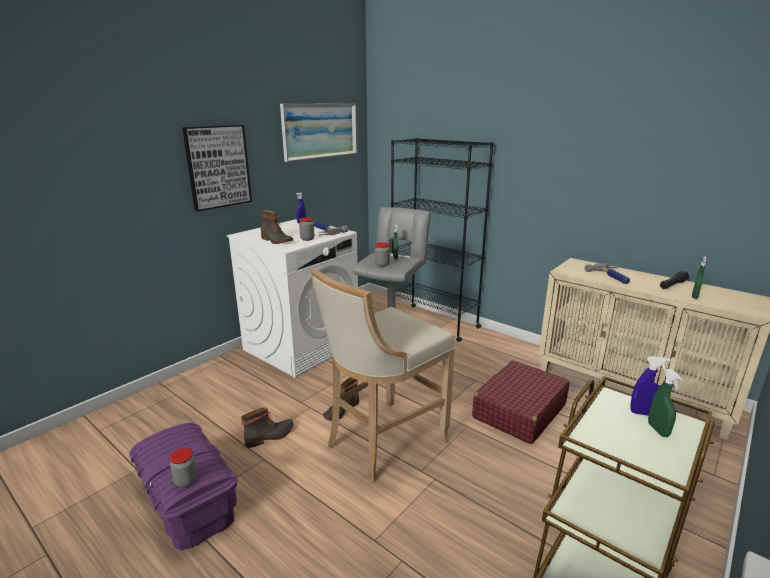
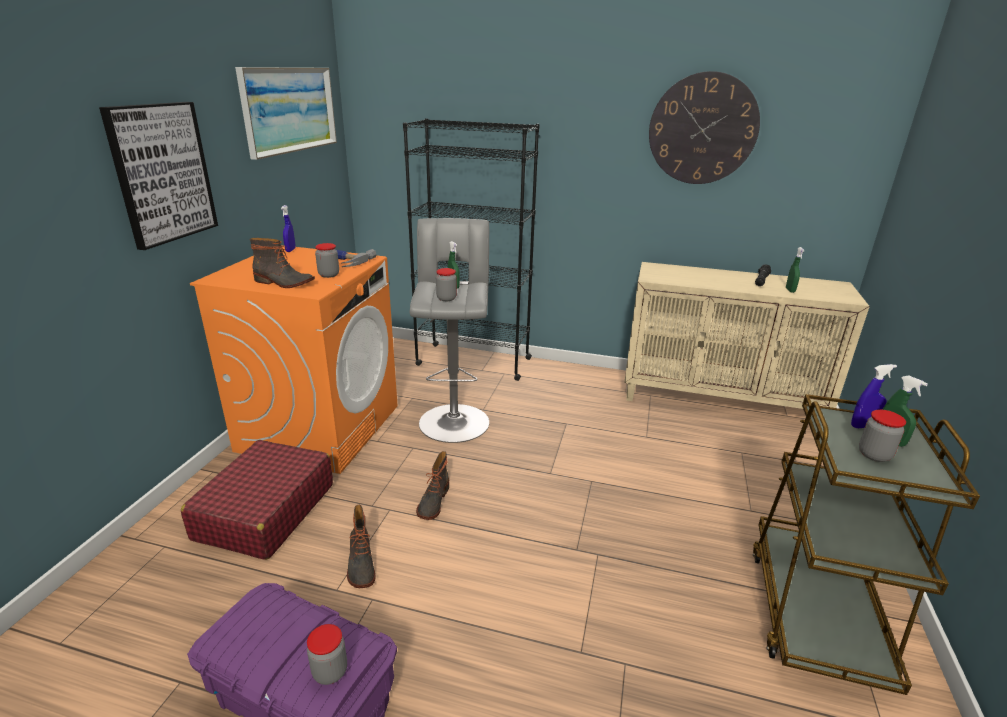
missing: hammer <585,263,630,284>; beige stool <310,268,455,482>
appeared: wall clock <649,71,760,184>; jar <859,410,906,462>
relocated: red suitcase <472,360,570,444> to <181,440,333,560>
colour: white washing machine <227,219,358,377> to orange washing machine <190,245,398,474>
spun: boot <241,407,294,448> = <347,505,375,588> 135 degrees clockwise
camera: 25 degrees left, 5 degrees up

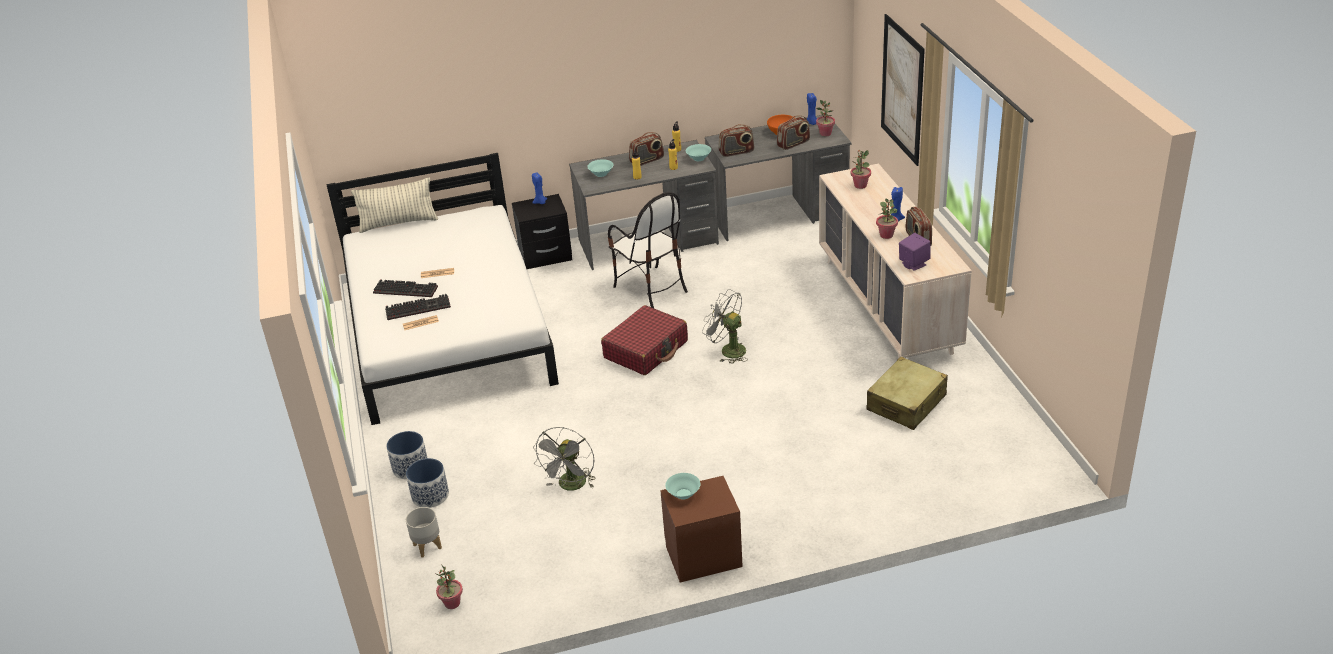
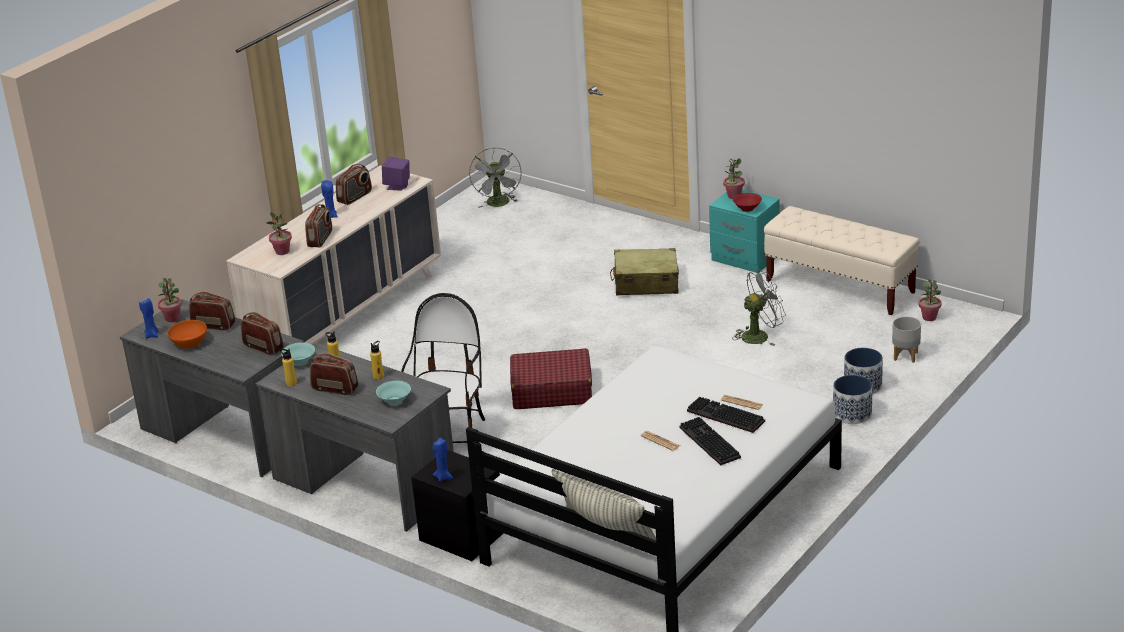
missing: picture <881,14,925,166>
appeared: radio <305,204,332,247>; beige bench <764,206,919,315>
relocated: potted plant <876,199,898,239> to <723,158,745,199>; grey fan <702,289,748,364> to <469,147,522,208>; beige suitcase <866,357,948,430> to <610,248,679,295>
colour: turquoise bowl <665,473,700,500> to red bowl <733,193,762,212>; brown nightstand <660,476,743,583> to turquoise nightstand <709,190,780,273>
camera: 130 degrees left, 5 degrees down

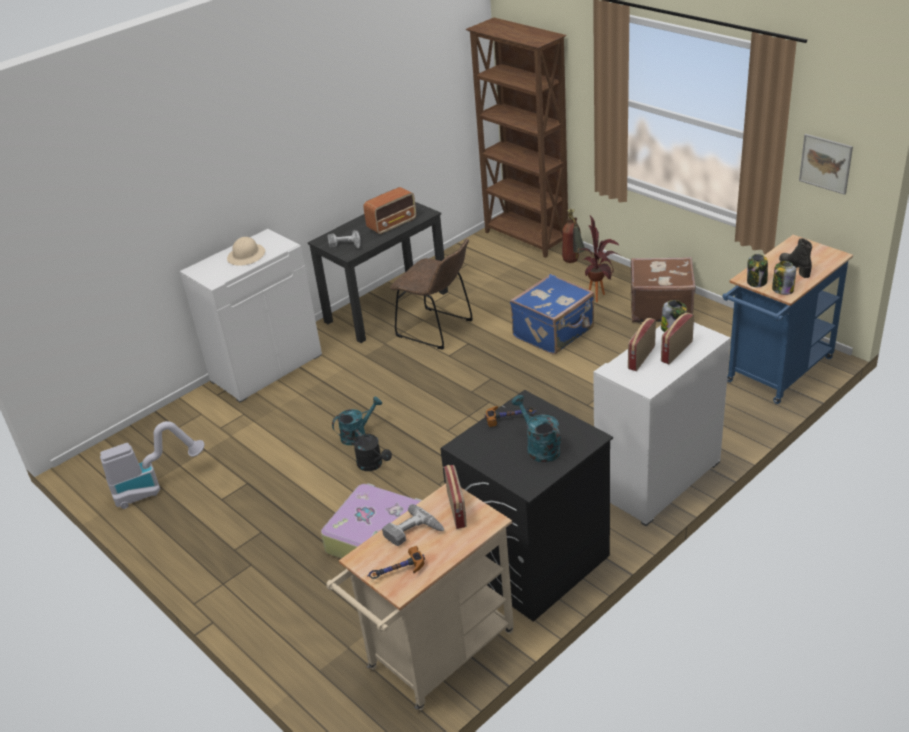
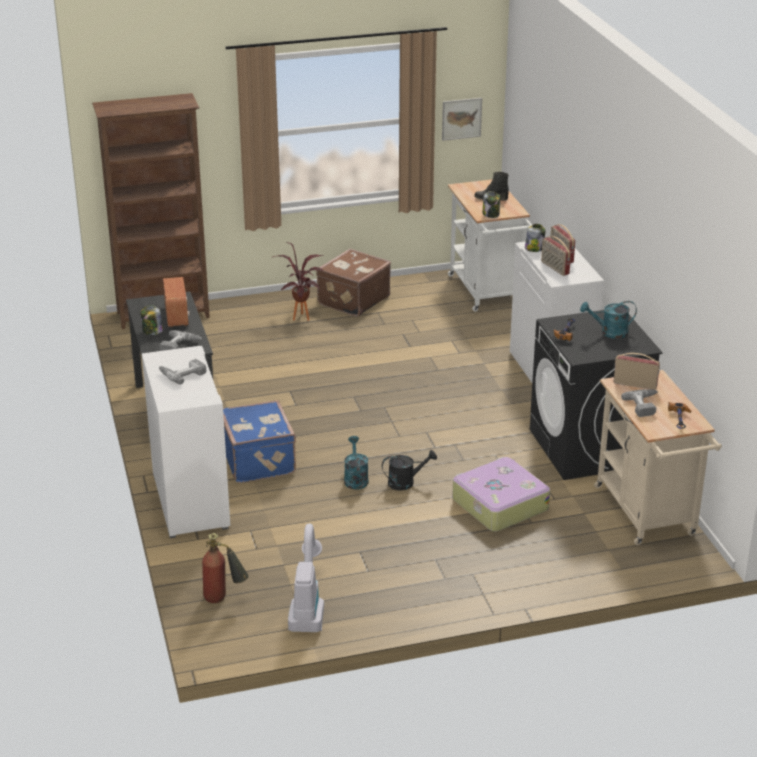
missing: brown chair <390,239,473,350>
relocated: fire extinguisher <562,209,585,263> to <202,533,249,603>; jar <772,261,796,295> to <140,305,163,335>; blue suitcase <510,274,595,354> to <223,400,296,483>
exchanged: beige hard hat <227,237,265,266> to power drill <159,359,206,385>
colour: blue cart <722,235,853,404> to white cart <448,179,532,312>
camera: 65 degrees left, 5 degrees down

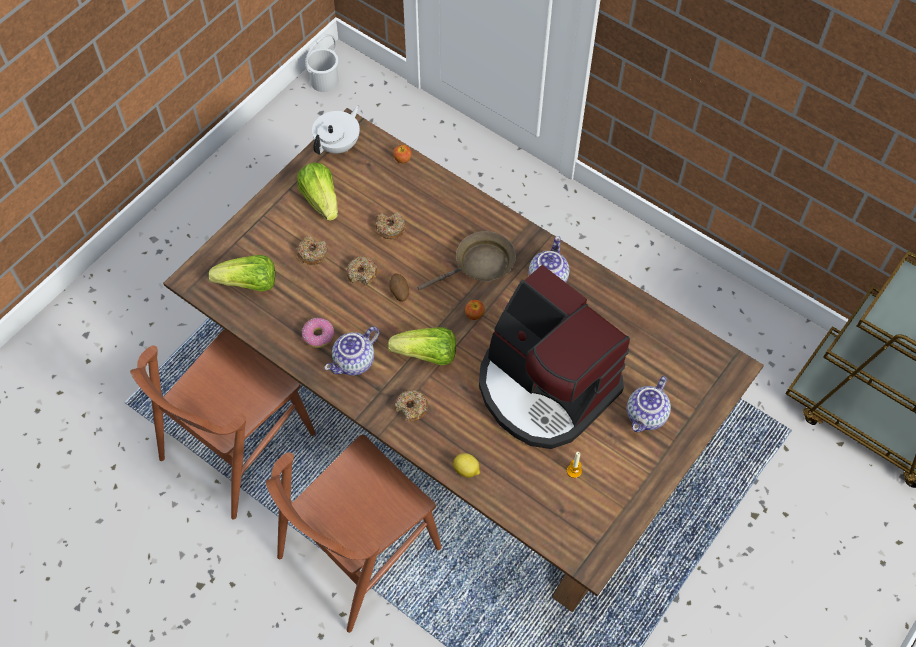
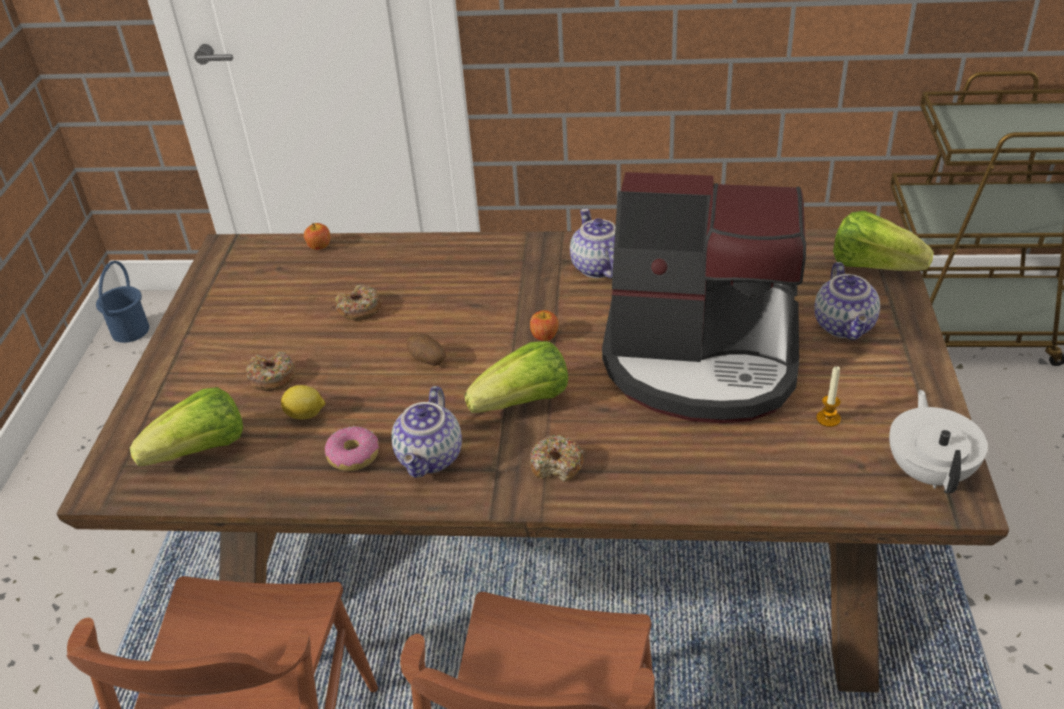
missing: brown frying pan <417,231,516,290>; donut <346,256,377,285>
relocated: white teapot <312,106,360,155> to <889,390,988,493>; lettuce <297,163,338,221> to <833,211,934,271>; lemon <453,453,480,478> to <281,385,325,419>
colour: white bucket <305,34,339,92> to blue bucket <96,261,149,343>
camera: 30 degrees left, 20 degrees down

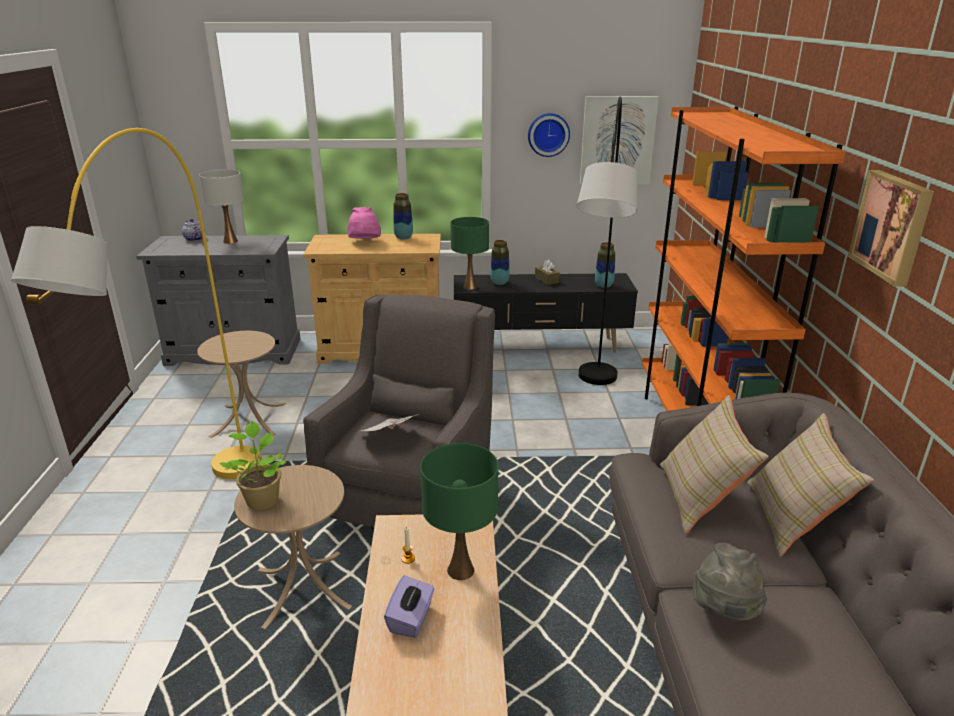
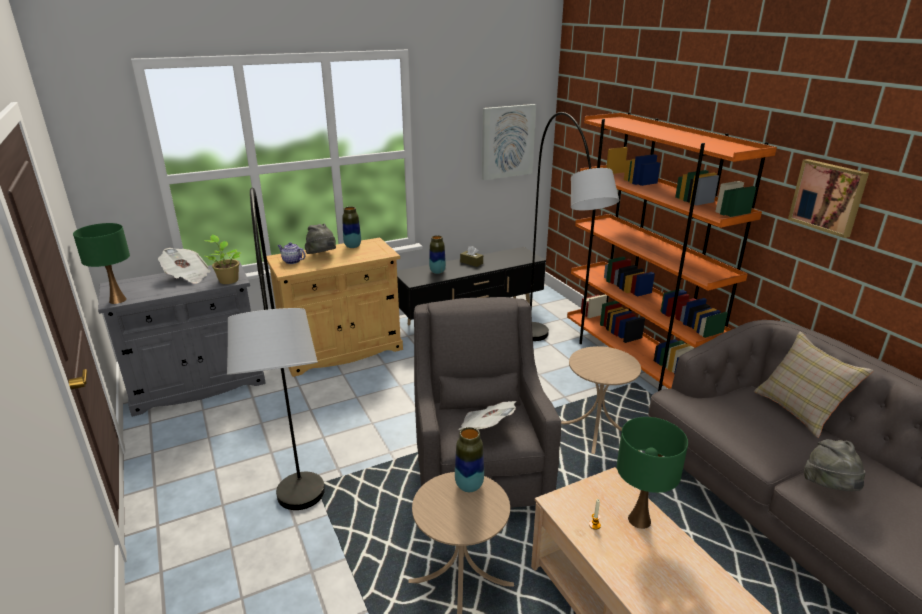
missing: wall clock <528,113,570,157>; beige pillow <660,395,769,534>; purple tissue box <384,575,435,638>
relocated: green table lamp <451,217,489,290> to <73,223,130,304>; teapot <182,219,205,241> to <277,242,305,264>; vase <595,242,615,288> to <455,427,484,492>; beige side table <197,331,286,438> to <561,346,641,454>; potted plant <220,421,286,510> to <204,235,241,284>
exchanged: white table lamp <199,169,244,244> to newspaper <158,248,211,284>
colour: yellow floor lamp <11,128,262,479> to grey floor lamp <227,188,325,510>; pink hat <347,207,381,239> to grey hat <305,224,336,254>
camera: 25 degrees left, 0 degrees up

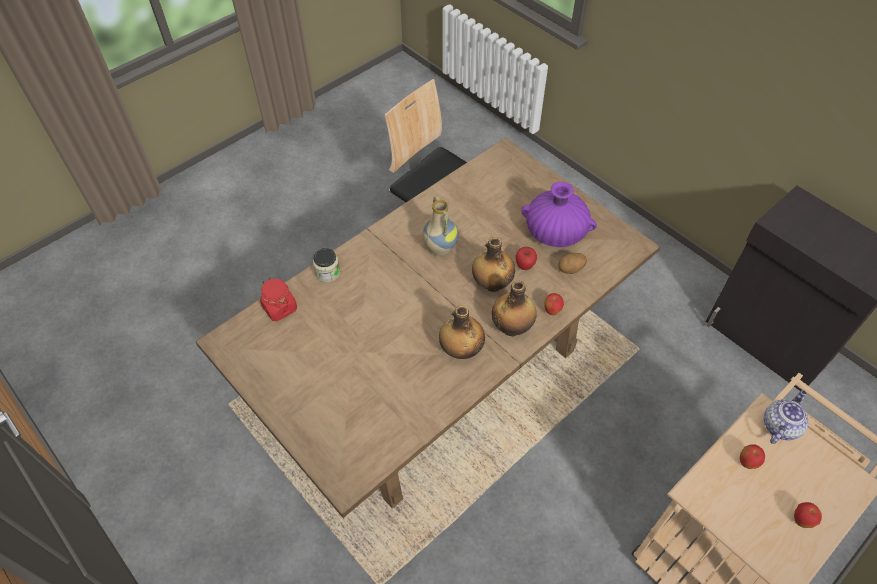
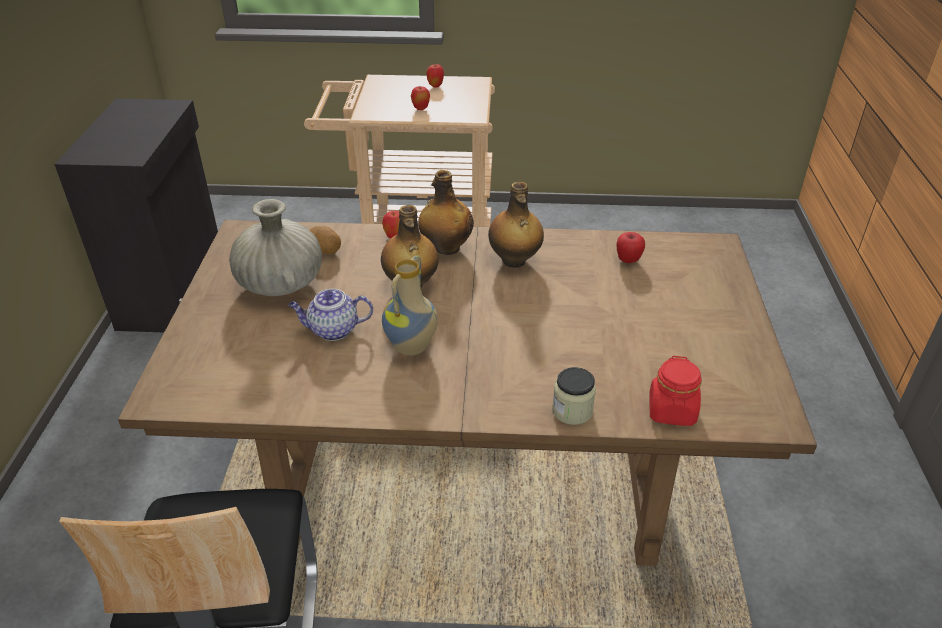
relocated: apple <516,247,537,270> to <616,232,645,263>; teapot <764,390,809,444> to <288,289,373,341>
colour: purple vase <521,182,597,247> to beige vase <229,199,322,296>
camera: 135 degrees left, 15 degrees down

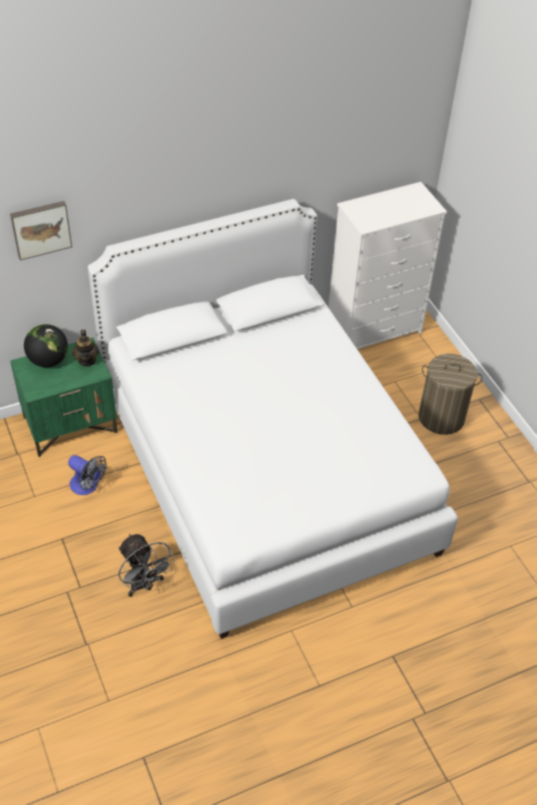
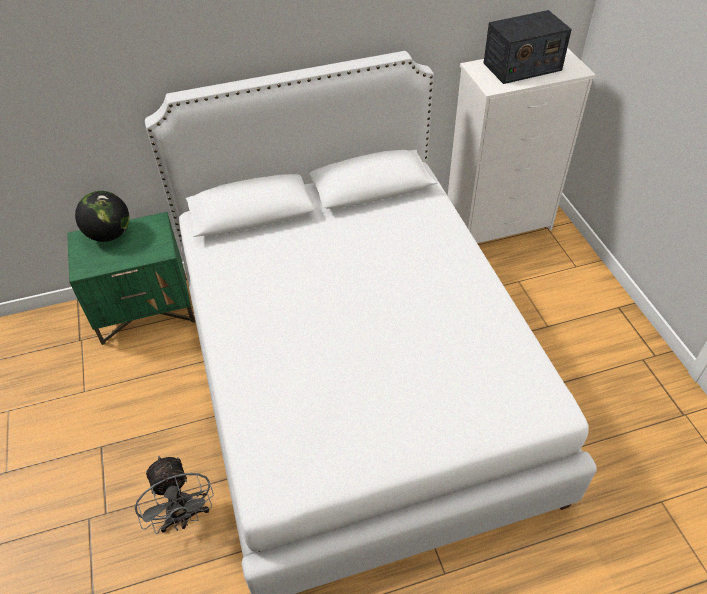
missing: picture <10,201,72,260>; teapot <72,330,99,367>; laundry basket <419,354,483,435>; fan <68,455,107,495>
appeared: radio <483,10,572,84>
camera: 10 degrees right, 0 degrees up

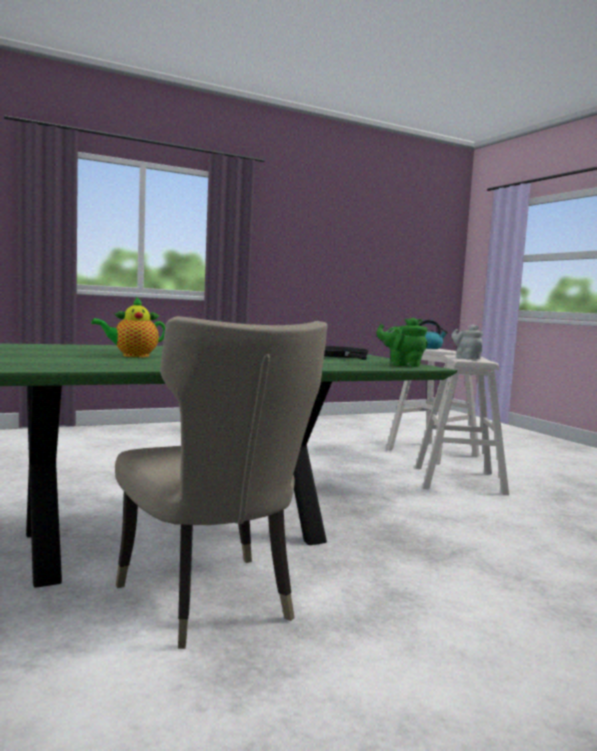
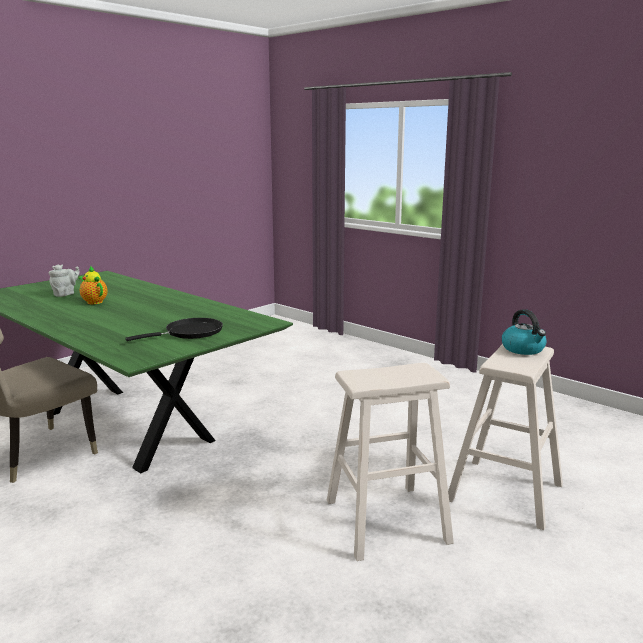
missing: green teapot <376,318,428,367>
relocated: grey teapot <451,325,483,360> to <49,265,80,297>
camera: 70 degrees right, 10 degrees up

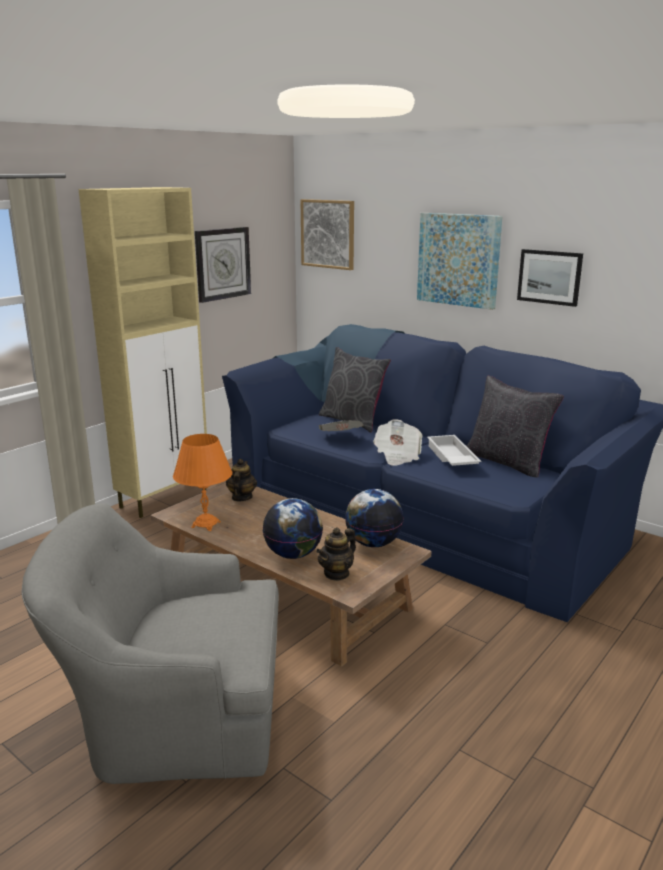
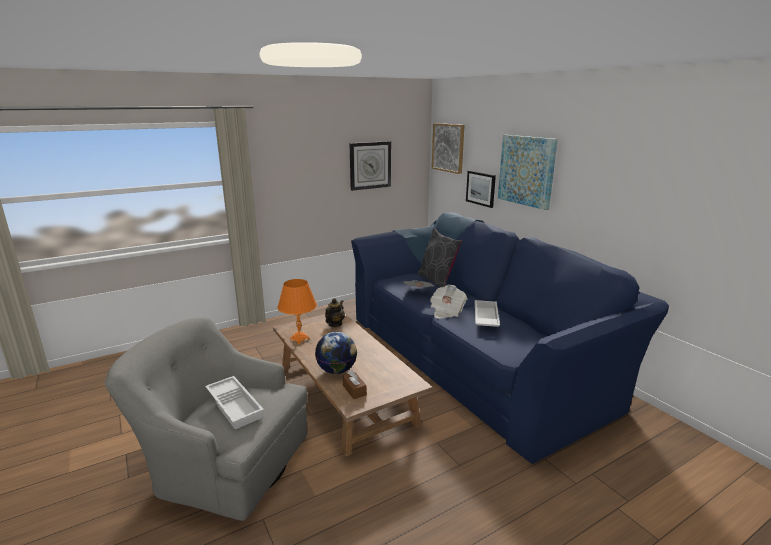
missing: beige cabinet <78,187,207,518>; black pillow <467,376,564,477>; globe <345,489,404,547>
appeared: white tray <205,376,264,429>
relocated: picture <517,249,583,307> to <466,171,496,208>
exchanged: teapot <316,527,356,581> to brown tissue box <343,371,367,399>
camera: 20 degrees right, 0 degrees up

